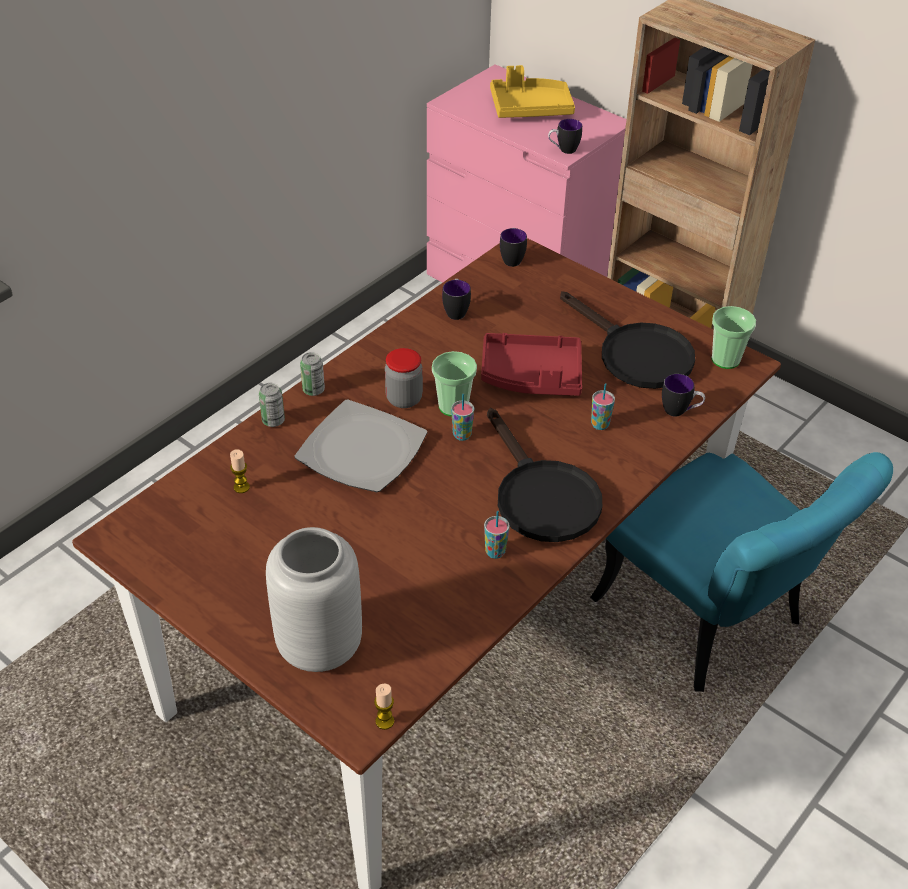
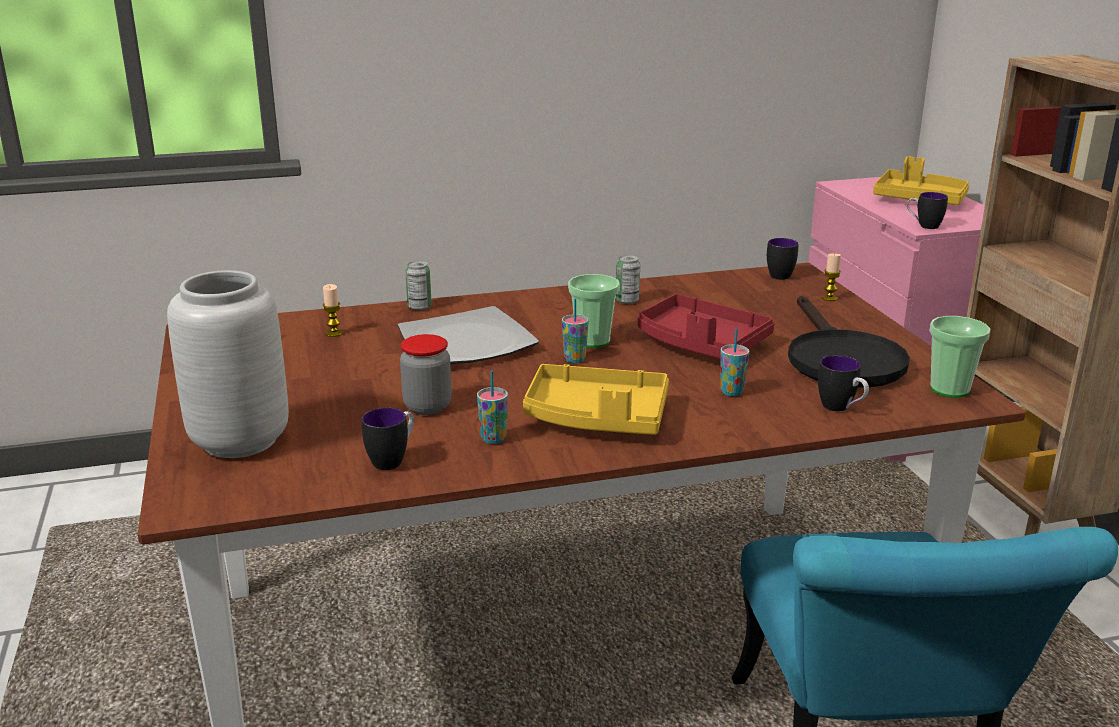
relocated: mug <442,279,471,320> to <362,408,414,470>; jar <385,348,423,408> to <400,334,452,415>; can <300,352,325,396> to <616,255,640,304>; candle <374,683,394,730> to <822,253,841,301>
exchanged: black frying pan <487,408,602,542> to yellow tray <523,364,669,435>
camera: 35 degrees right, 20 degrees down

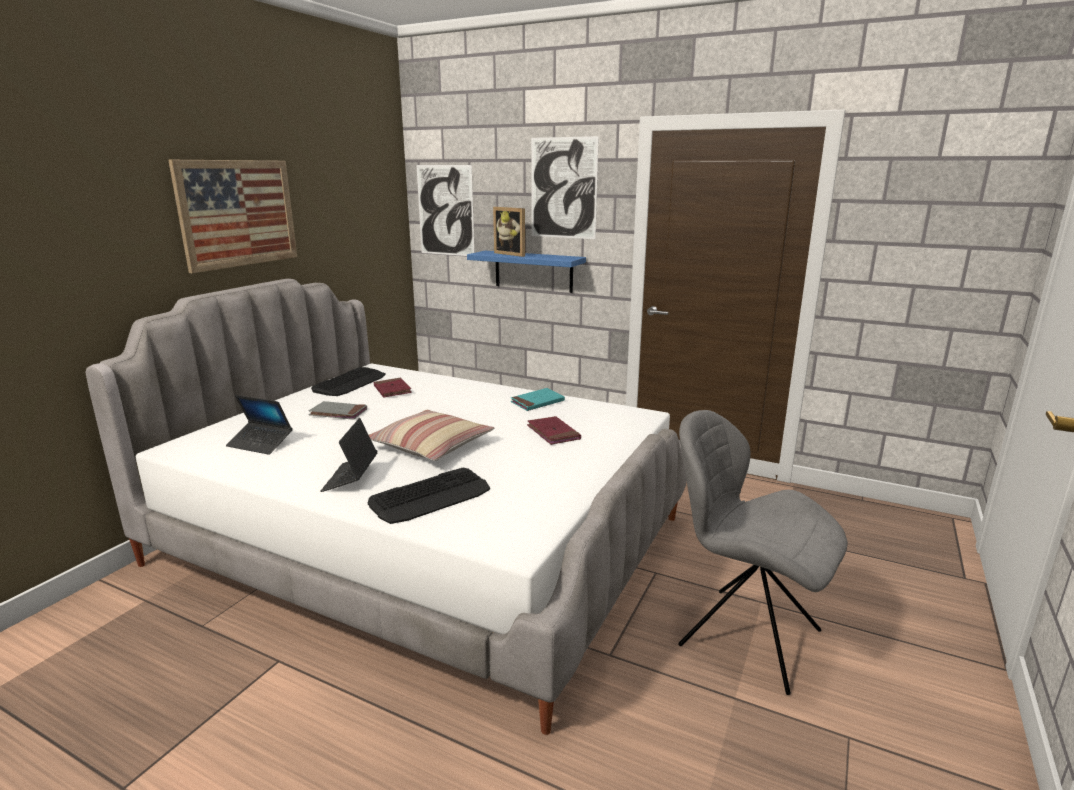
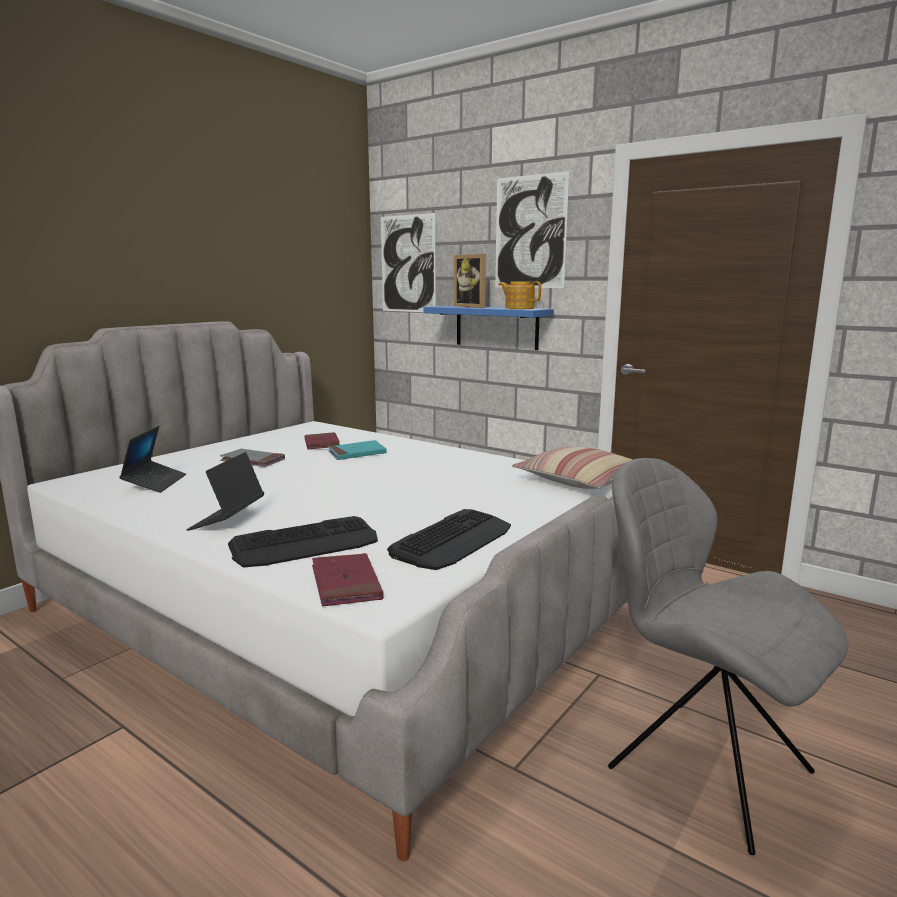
missing: picture <168,160,297,273>
appeared: teapot <499,281,541,309>
relocated: keyboard <311,367,386,396> to <387,509,511,570>; turquoise book <511,388,565,411> to <328,440,387,460>; pillow <369,410,494,461> to <512,447,633,489>; red book <527,416,581,445> to <312,553,383,606>
spun: laptop <226,395,293,455> = <119,426,186,493> 120 degrees counterclockwise
camera: 10 degrees right, 5 degrees down

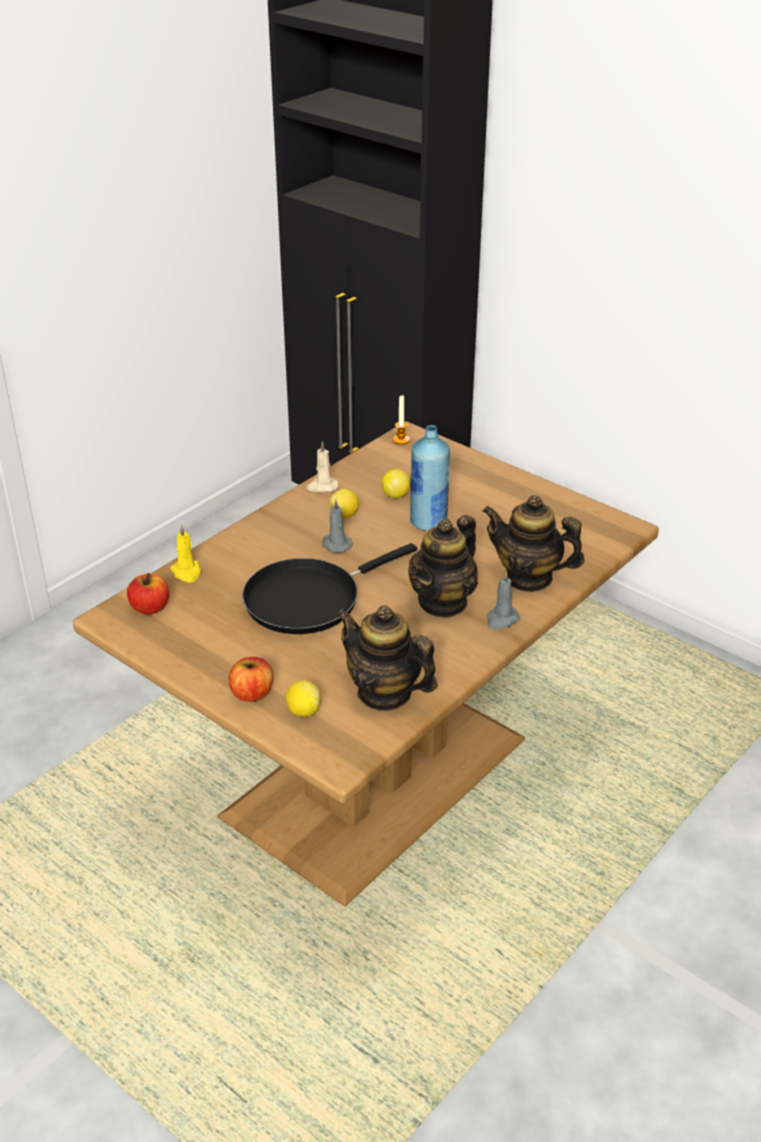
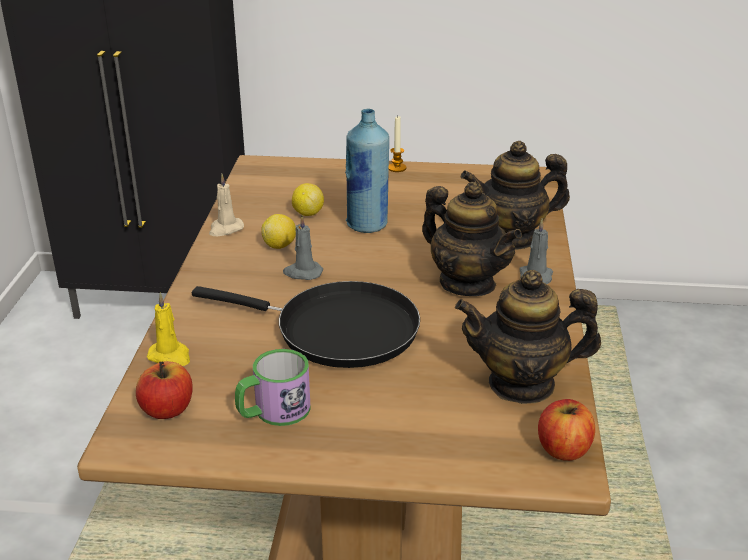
missing: lemon <286,680,321,717>
appeared: mug <235,349,311,426>
relocated: candle <393,395,410,445> to <389,116,407,172>; apple <229,657,274,702> to <538,399,595,461>
spun: teapot <408,515,478,618> = <422,182,522,296> 45 degrees counterclockwise; black frying pan <242,543,417,634> = <192,281,420,368> 90 degrees counterclockwise
camera: 35 degrees left, 5 degrees down

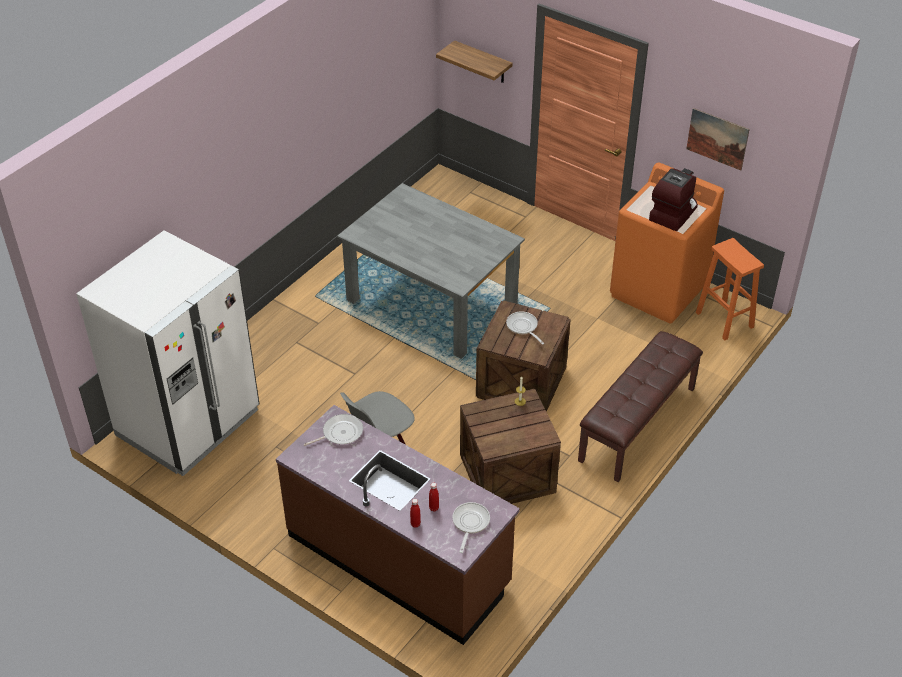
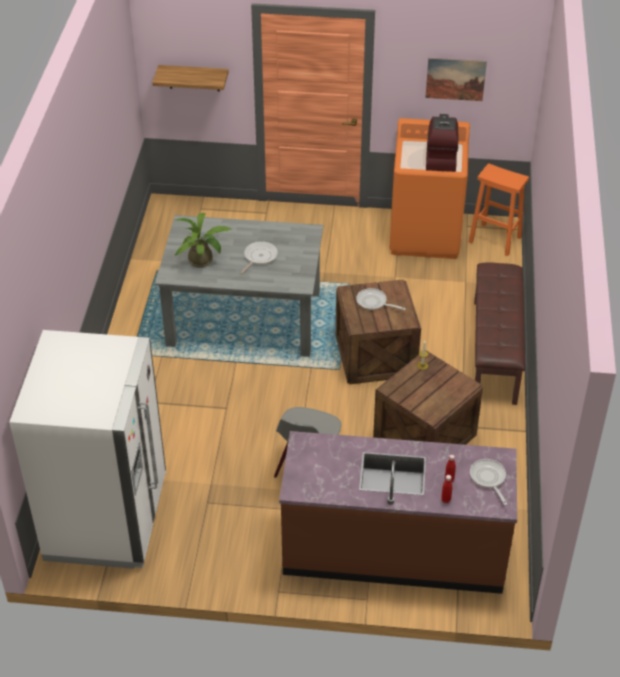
appeared: potted plant <175,213,232,267>
relocated: frying pan <304,414,363,446> to <240,241,278,274>
camera: 30 degrees left, 0 degrees up

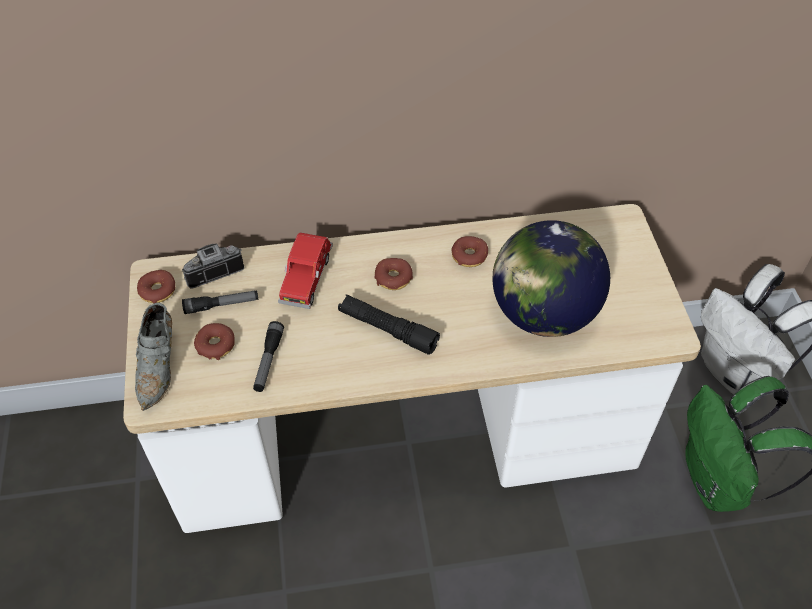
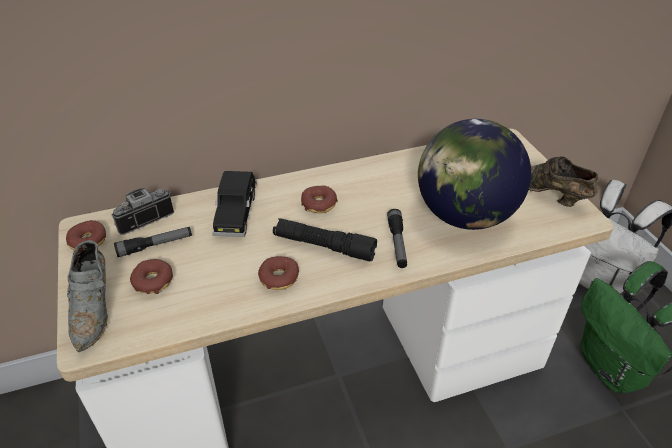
appeared: brown shoe <529,156,599,207>
relocated: donut <451,236,488,267> to <258,256,299,290>; flashlight <253,321,284,392> to <387,209,407,268>
colour: red toy car <278,233,333,309> to black toy car <212,171,257,237>
camera: 10 degrees left, 10 degrees down

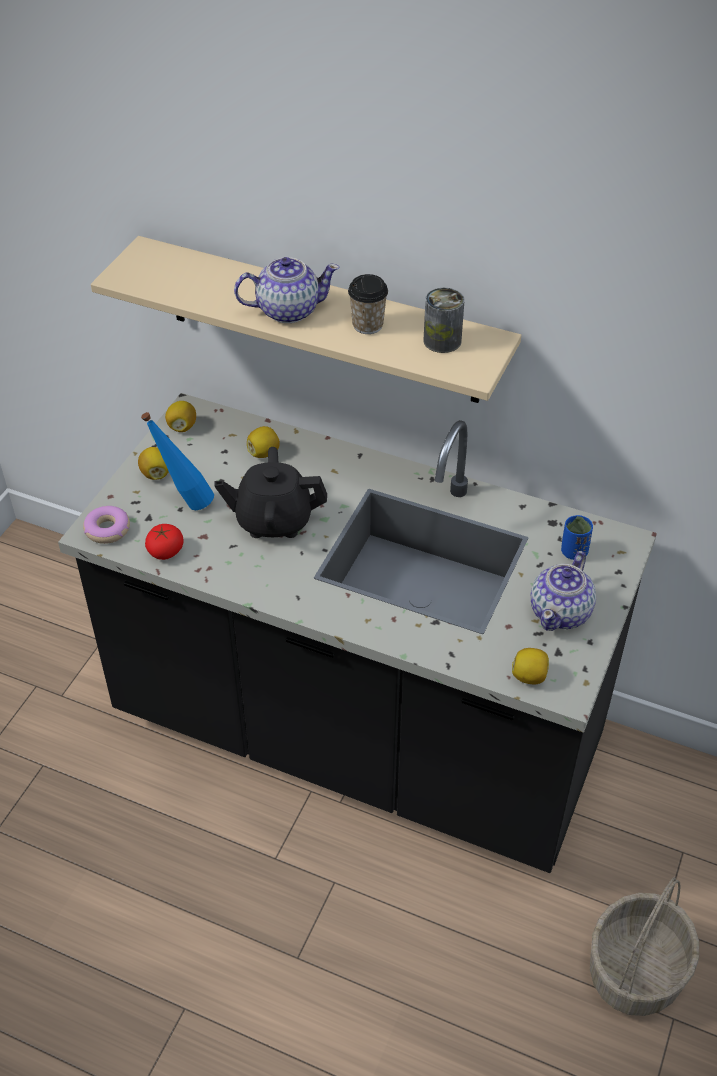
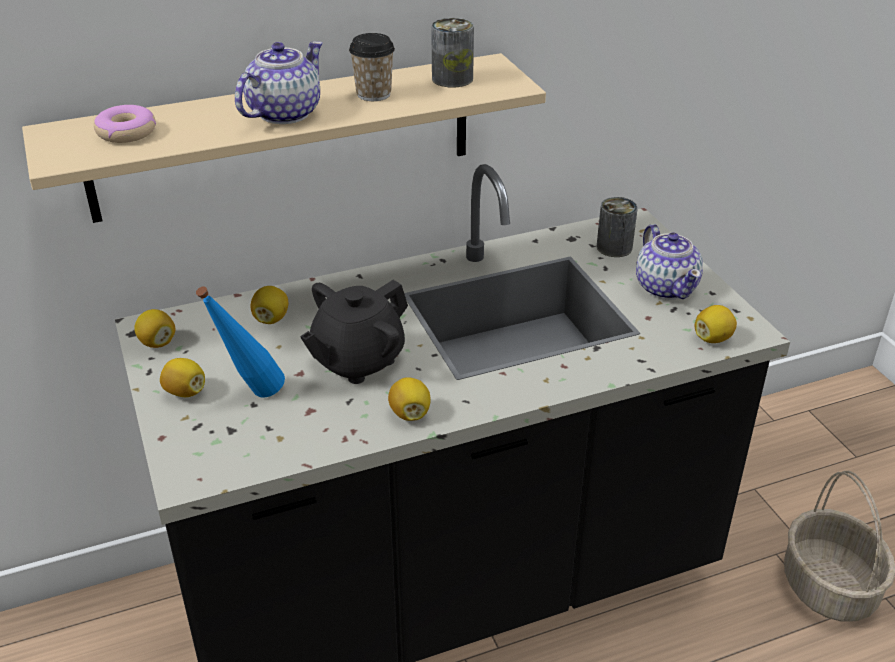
missing: tomato <145,524,184,560>
appeared: lemon <388,377,431,421>
relocated: donut <83,506,130,544> to <94,105,156,143>
exchanged: blue cup <561,515,593,560> to can <597,197,638,257>
camera: 45 degrees left, 10 degrees down

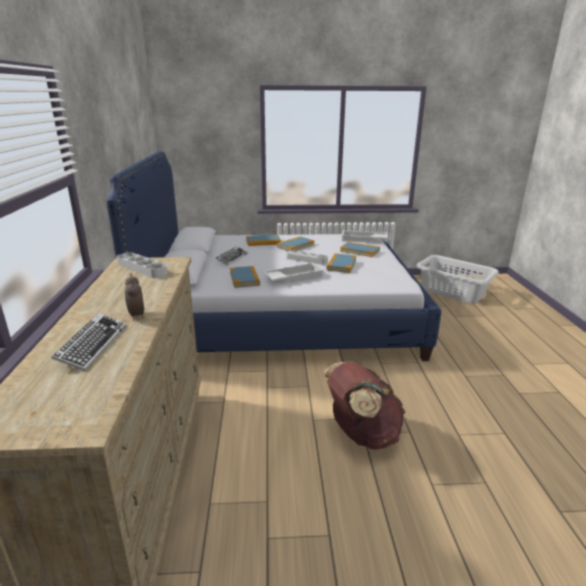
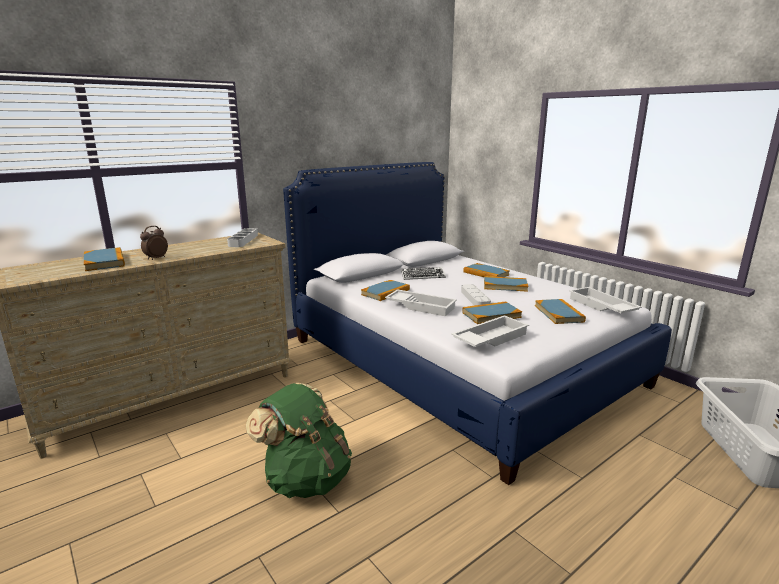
appeared: white tray <451,315,529,347>
exchanged: keyboard <52,313,126,371> to book <84,247,125,271>
colour: brown backpack <323,361,406,450> to green backpack <246,383,352,498>
camera: 55 degrees right, 5 degrees down

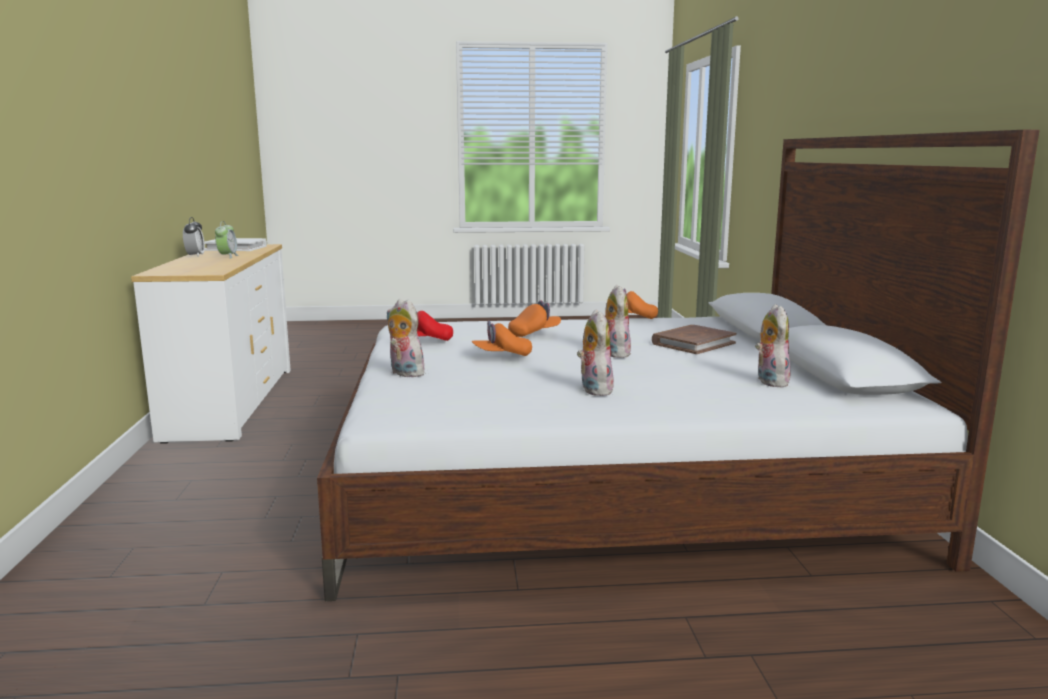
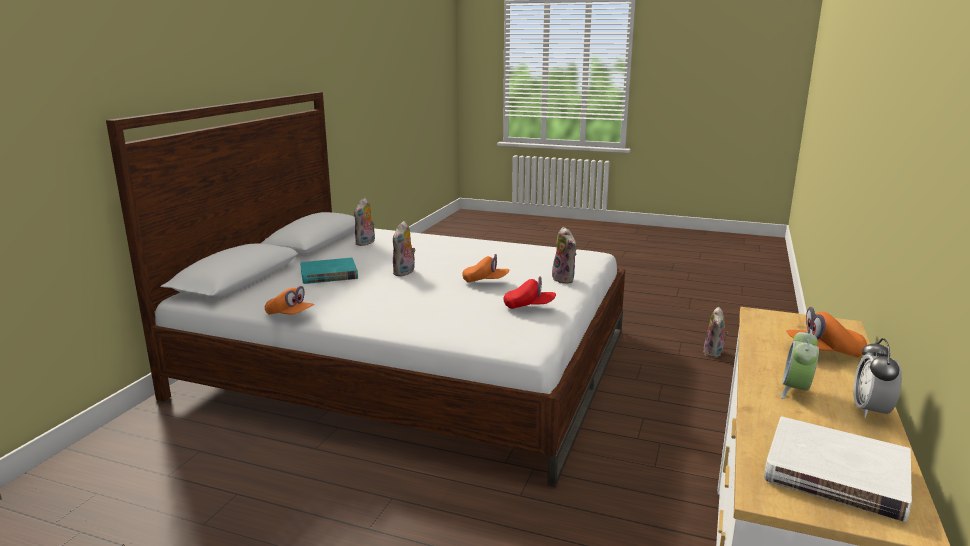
relocated: orange cap <508,301,561,337> to <786,307,867,357>; plush toy <577,309,614,396> to <703,307,729,358>
colour: brown book <652,325,736,354> to turquoise book <300,258,358,284>
camera: 155 degrees left, 5 degrees up

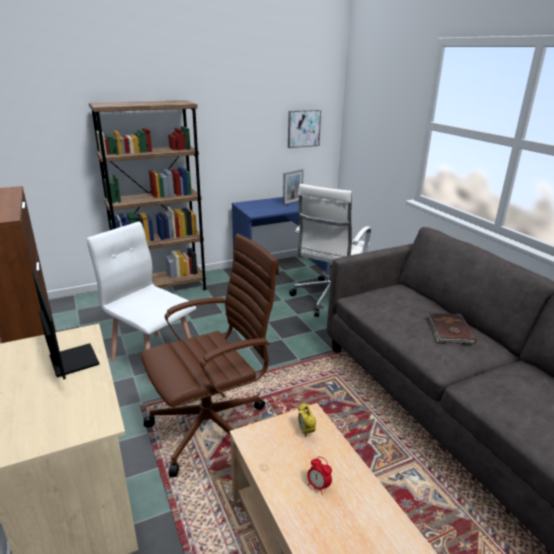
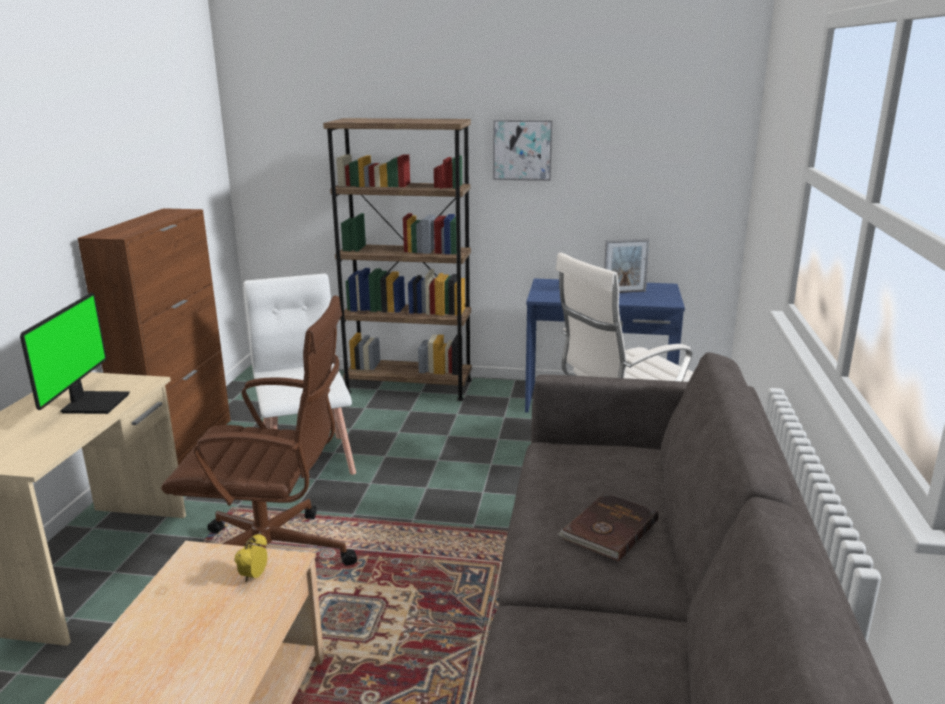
missing: alarm clock <307,457,332,495>
relocated: picture <288,110,321,148> to <493,120,552,181>
camera: 35 degrees right, 5 degrees down

